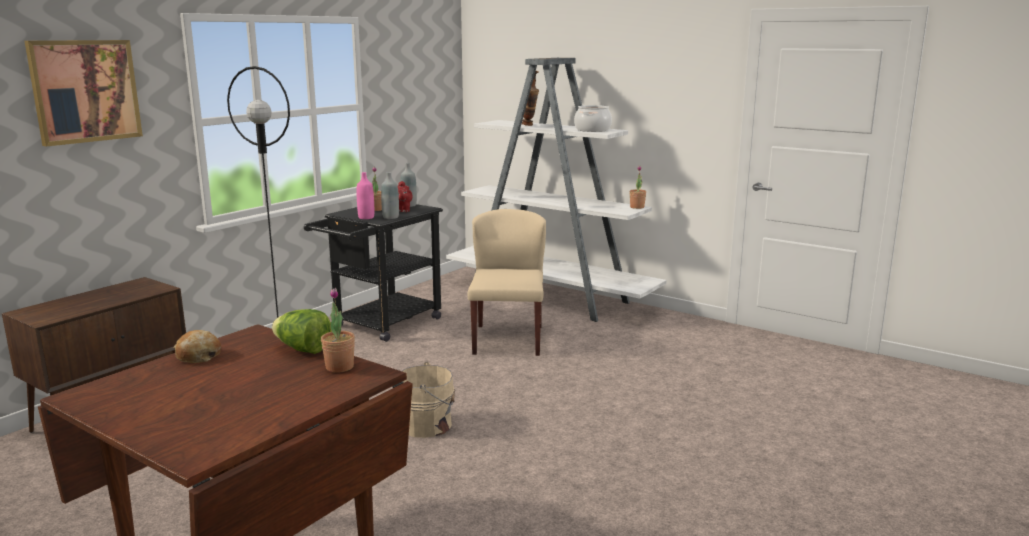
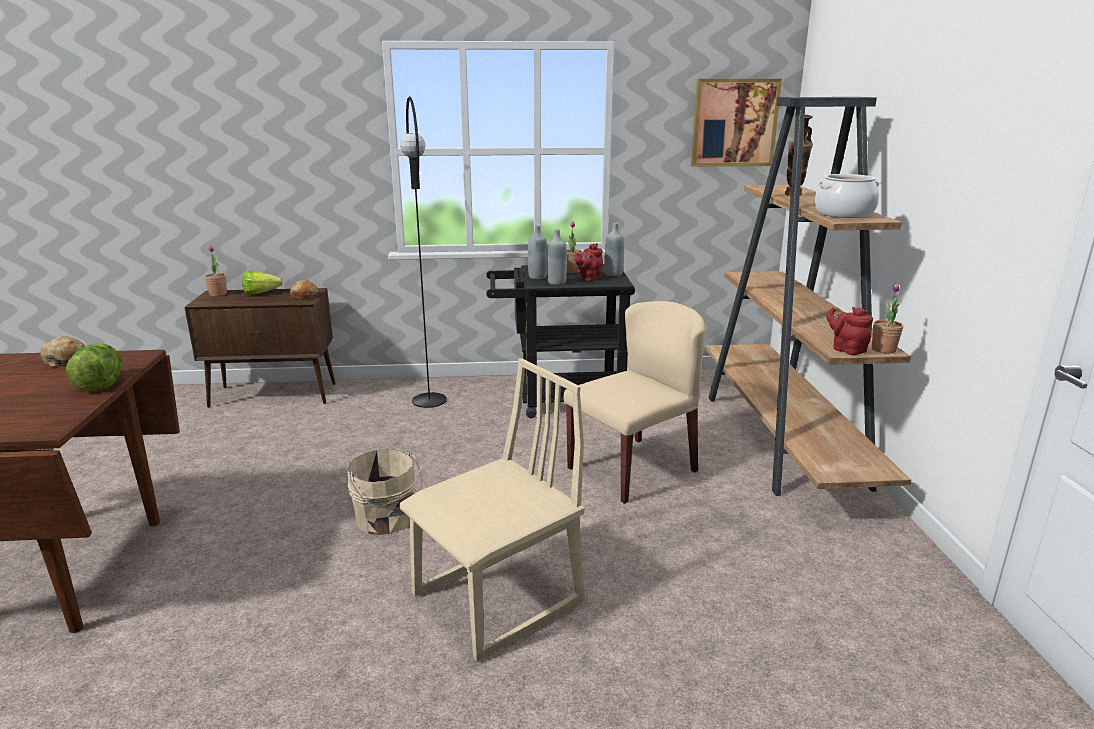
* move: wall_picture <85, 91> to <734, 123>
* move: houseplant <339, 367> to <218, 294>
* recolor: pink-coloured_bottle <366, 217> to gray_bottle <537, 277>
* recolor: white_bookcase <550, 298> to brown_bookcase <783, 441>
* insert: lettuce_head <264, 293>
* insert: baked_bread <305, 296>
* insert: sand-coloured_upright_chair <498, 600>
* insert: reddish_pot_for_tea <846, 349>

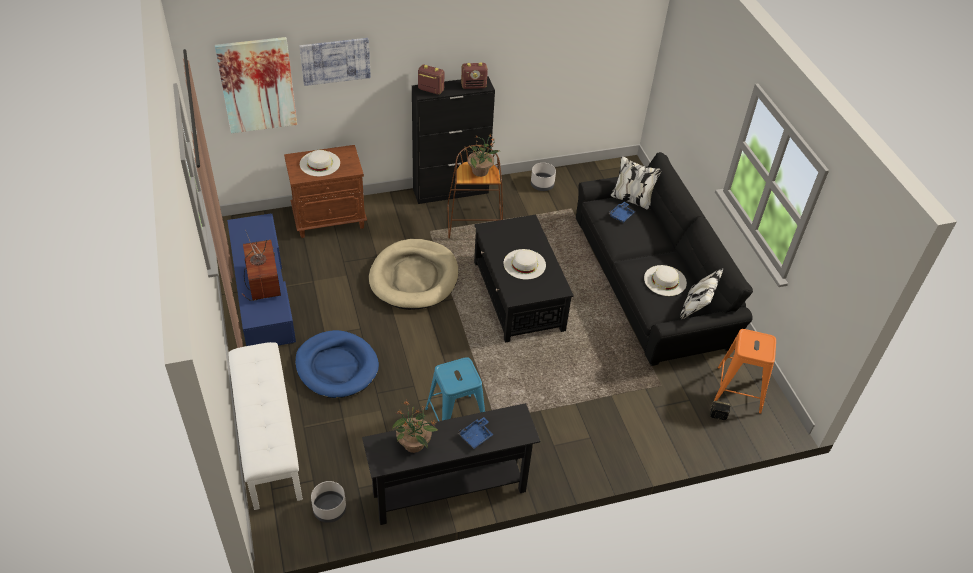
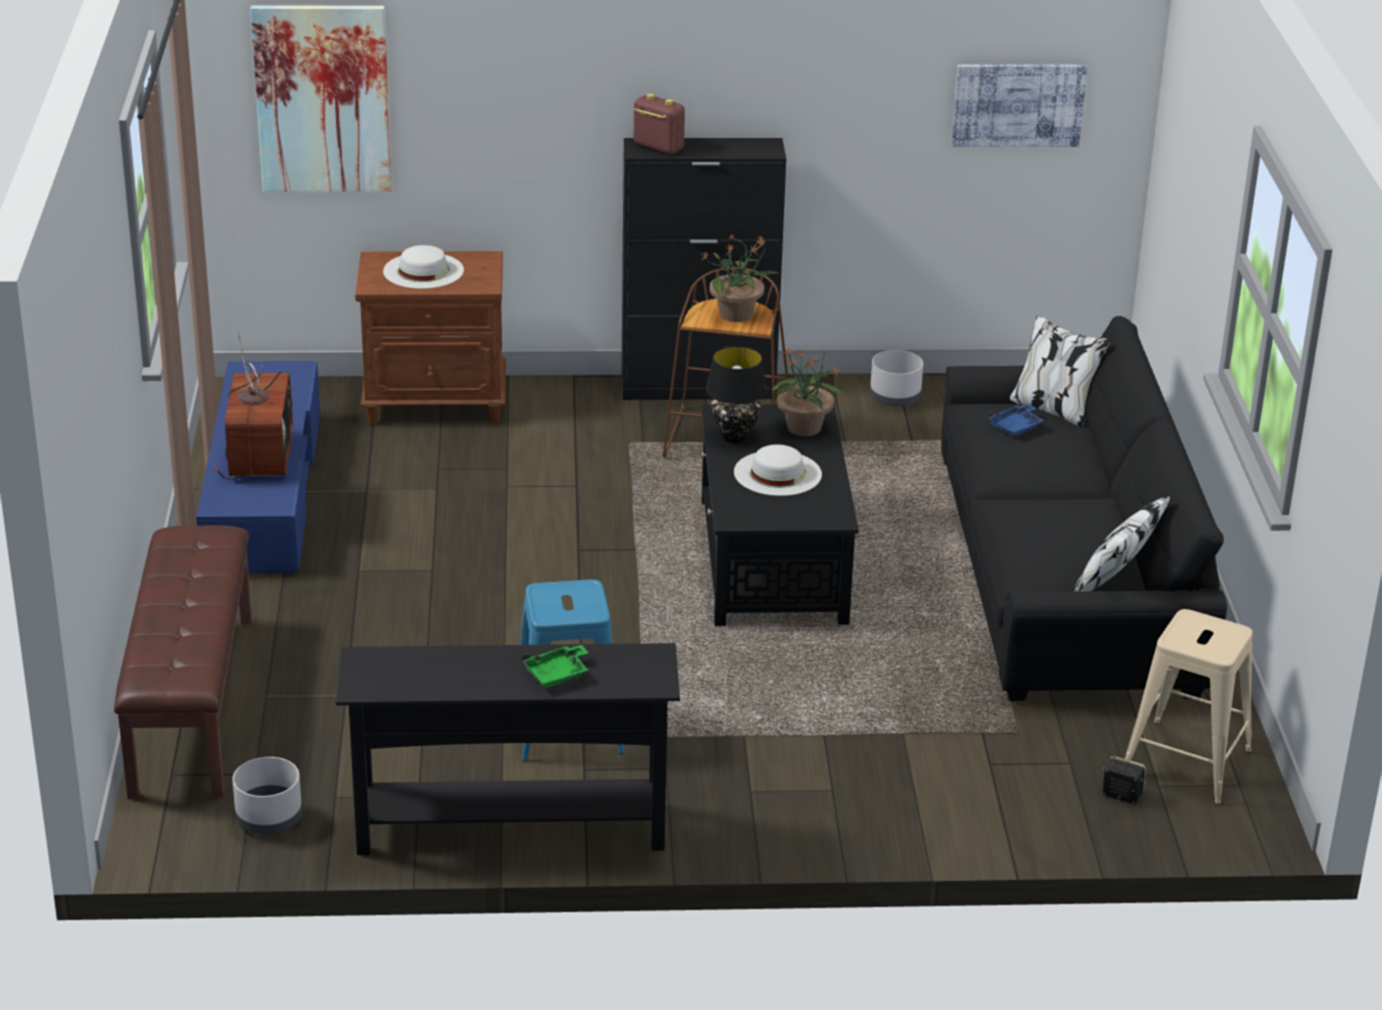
* recolor: white_bench <267, 439> to brown_bench <191, 704>
* delete: blue_dog_bed <337, 366>
* move: wall_picture <335, 61> to <1018, 104>
* delete: sand-coloured_dog_bed <414, 277>
* move: houseplant <414, 444> to <804, 428>
* recolor: blue_serving_tray <476, 436> to greenish_serving_tray <557, 674>
* delete: radio_set <474, 86>
* delete: white_hat <665, 280>
* recolor: orange-coloured_stool_seat <738, 389> to sand-coloured_stool_seat <1186, 761>
* insert: blackish_tabletop_lamp <734, 437>

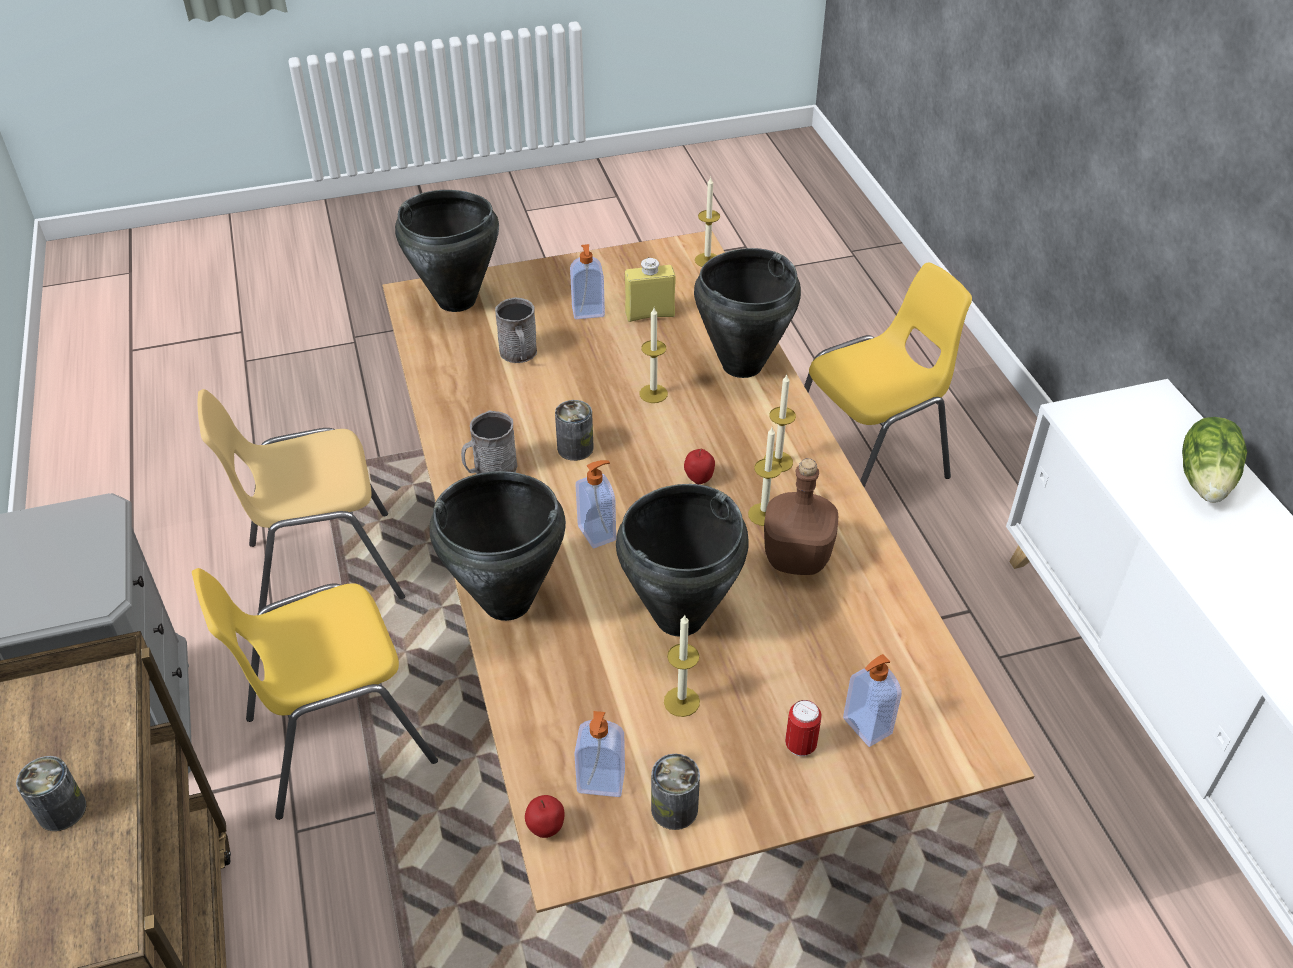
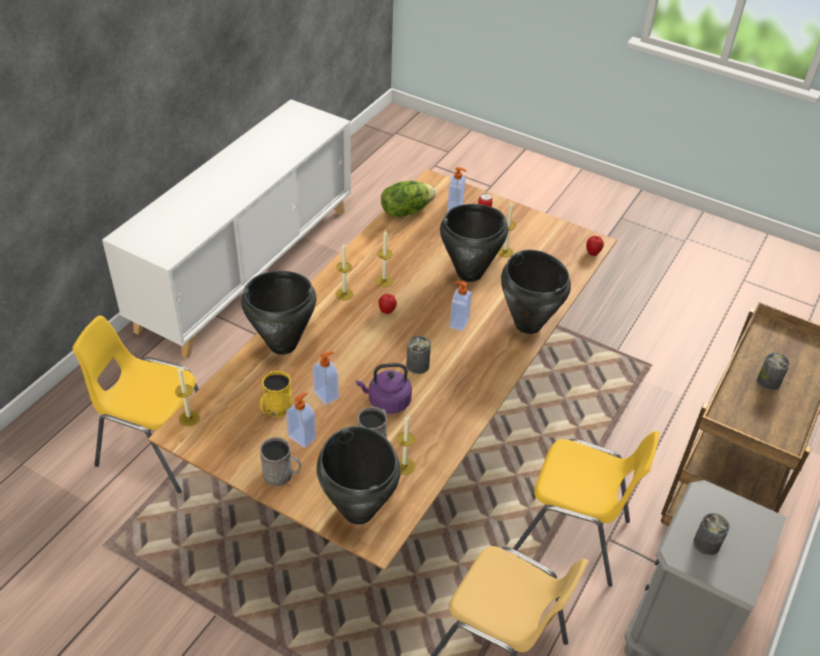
* move: gray_mug <490, 470> to <282, 475>
* move: soap_dispenser <601, 783> to <327, 395>
* replace: yellow_bottle <650, 314> to yellow_mug <275, 408>
* move: candle <653, 393> to <404, 466>
* move: sealed_can <674, 808> to <706, 543>
* delete: brown_bottle <795, 558>
* move: lettuce_head <1206, 480> to <406, 211>
* insert: purplish_water_kettle <387, 402>

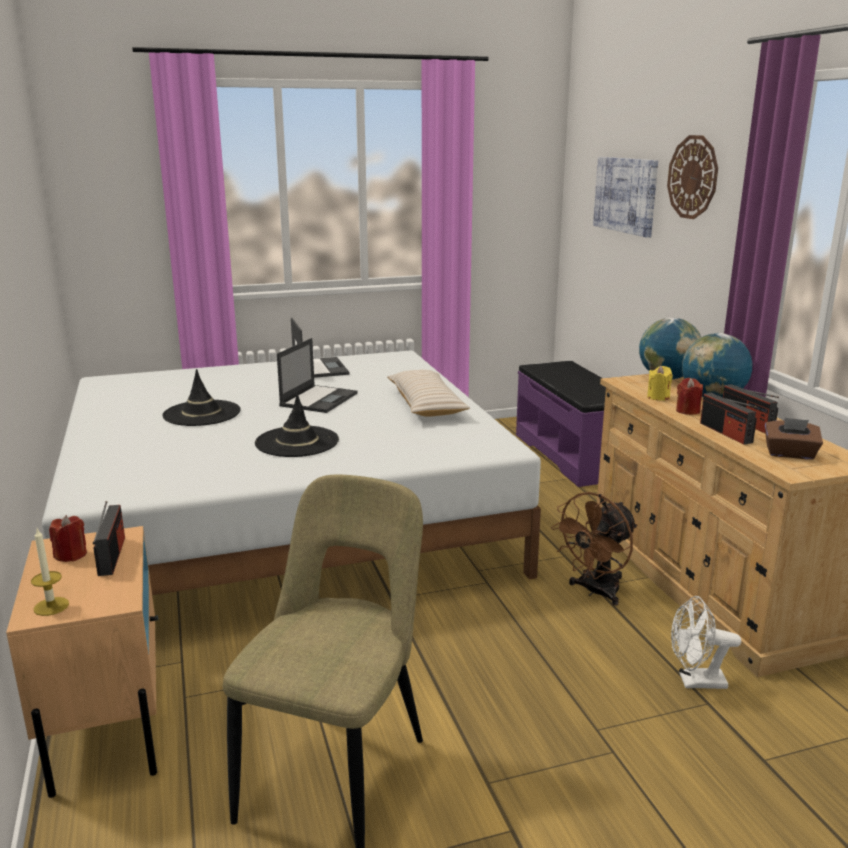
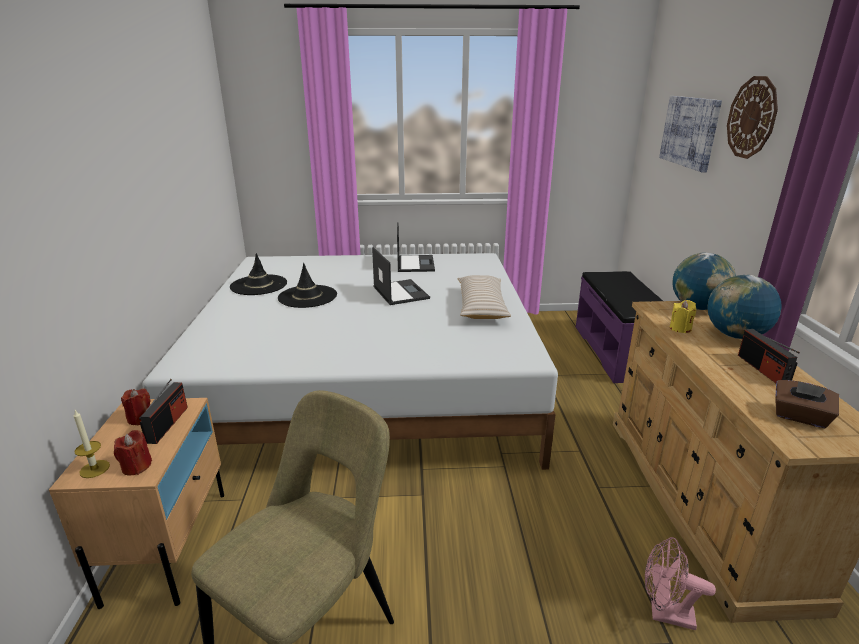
* move: blackish_hat <297, 442> to <259, 285>
* rotate: laptop <319, 399> = <400, 292> 60 degrees counterclockwise
* delete: brown_cooling_fan <595, 592>
* recolor: white_cooling_fan <695, 682> to pink-coloured_cooling_fan <664, 614>
* move: reddish_candle <687, 411> to <136, 466>
* delete: radio_set <725, 432>

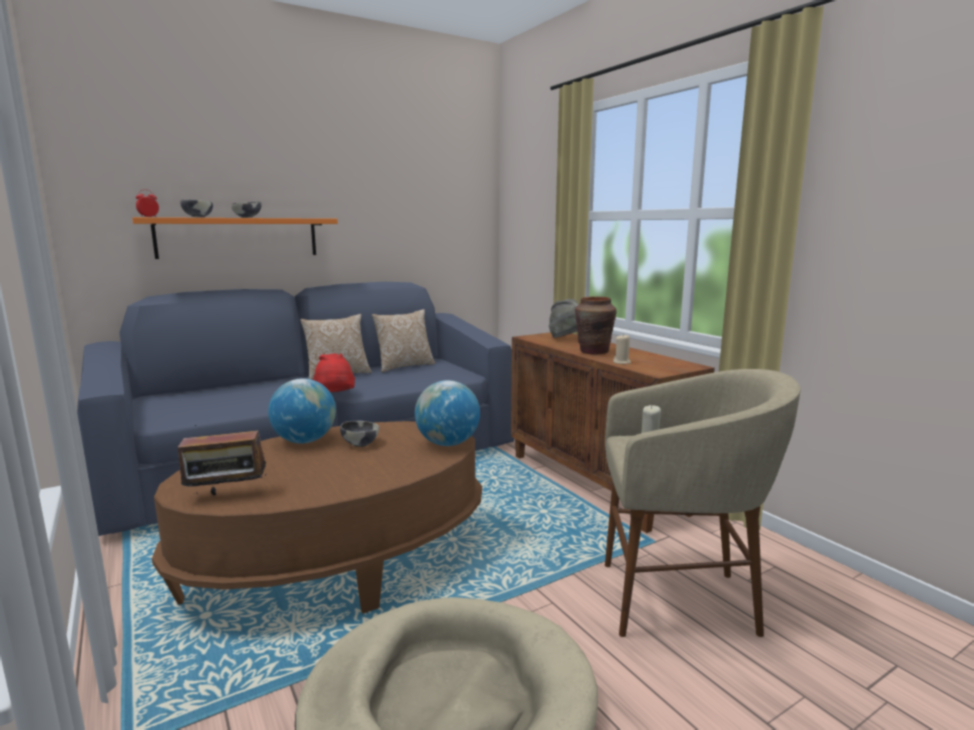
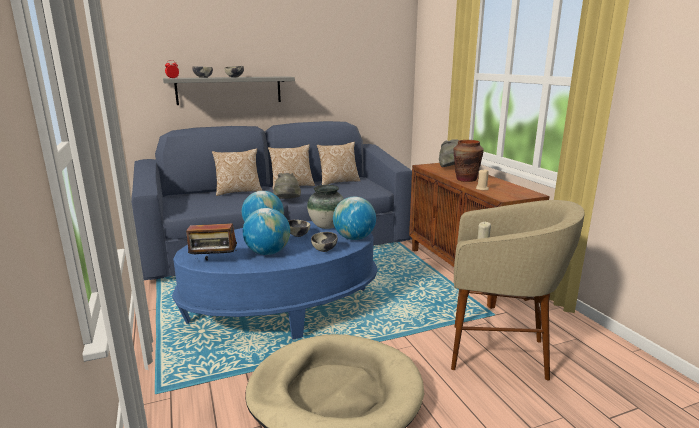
* recolor: orange-coloured_wall_shelf <238, 237> to gray_wall_shelf <229, 90>
* recolor: brown_lounge_table <339, 562> to blue_lounge_table <282, 308>
* recolor: reddish_hat <334, 396> to gray_hat <287, 201>
* insert: cushion <238, 192>
* insert: desk_globe <267, 253>
* insert: decorative_vase <326, 226>
* insert: bowl <324, 250>

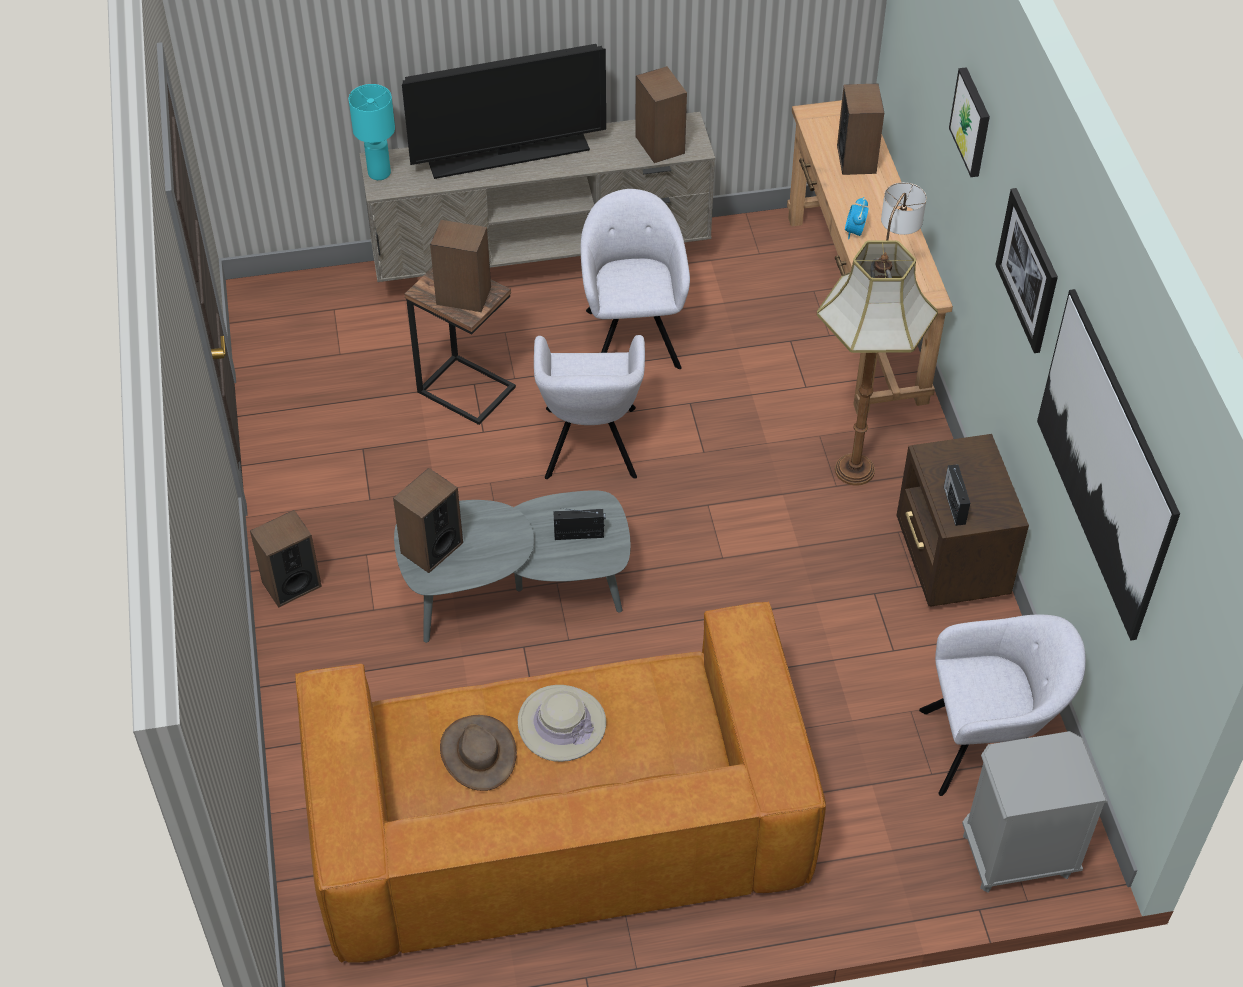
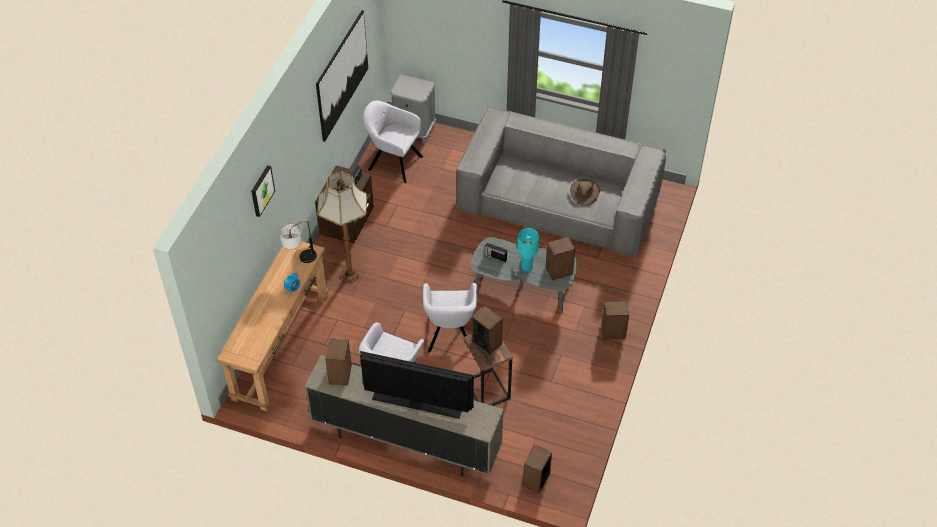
* recolor: brown_couch <558, 823> to gray_couch <559, 203>
* move: turquoise-coloured_tabletop_lamp <379, 172> to <526, 267>
* delete: sand-coloured_hat <561, 724>
* rotate: gray_lounge_chair <590, 446> = <450, 335> 150 degrees clockwise
* move: speaker <856, 159> to <536, 479>
* delete: wall_picture <1028, 270>

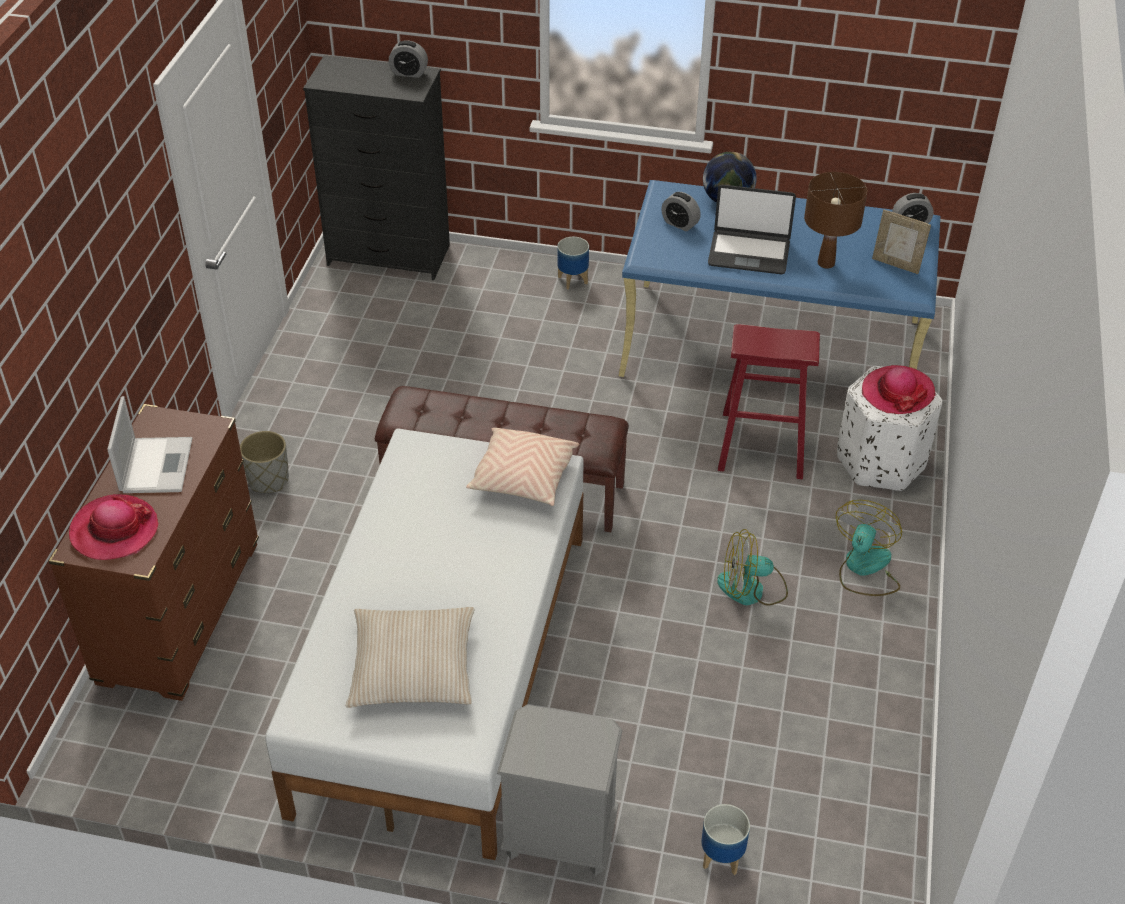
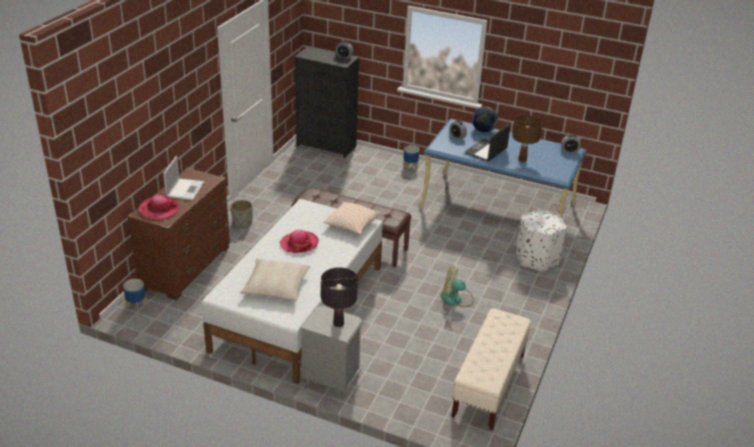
* move: plant_pot <721, 858> to <136, 305>
* rotate: laptop <749, 253> = <486, 151> 105 degrees clockwise
* delete: reddish_stool_seat <761, 445>
* delete: cooling_fan <864, 568>
* move: hat <897, 392> to <299, 243>
* delete: photo_frame <896, 264>
* insert: blackish_tabletop_lamp <338, 323>
* insert: sand-coloured_bench <488, 385>

